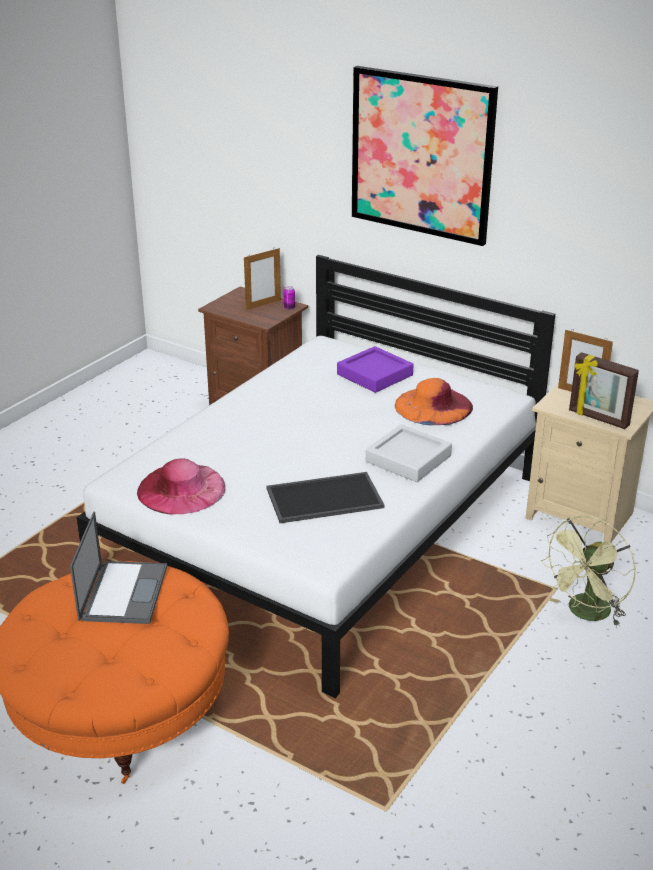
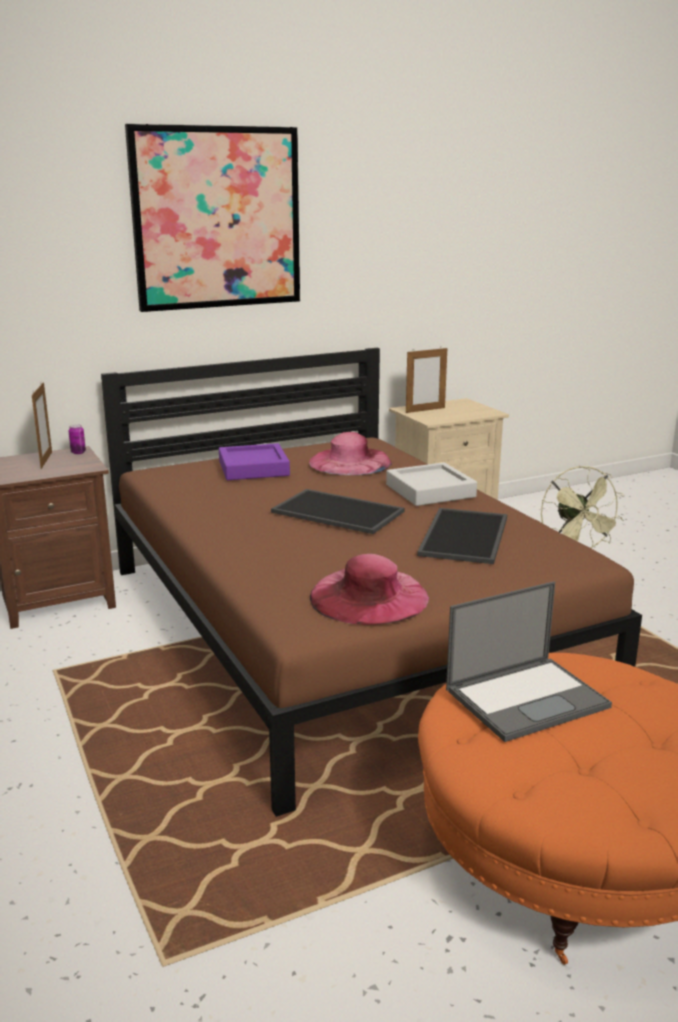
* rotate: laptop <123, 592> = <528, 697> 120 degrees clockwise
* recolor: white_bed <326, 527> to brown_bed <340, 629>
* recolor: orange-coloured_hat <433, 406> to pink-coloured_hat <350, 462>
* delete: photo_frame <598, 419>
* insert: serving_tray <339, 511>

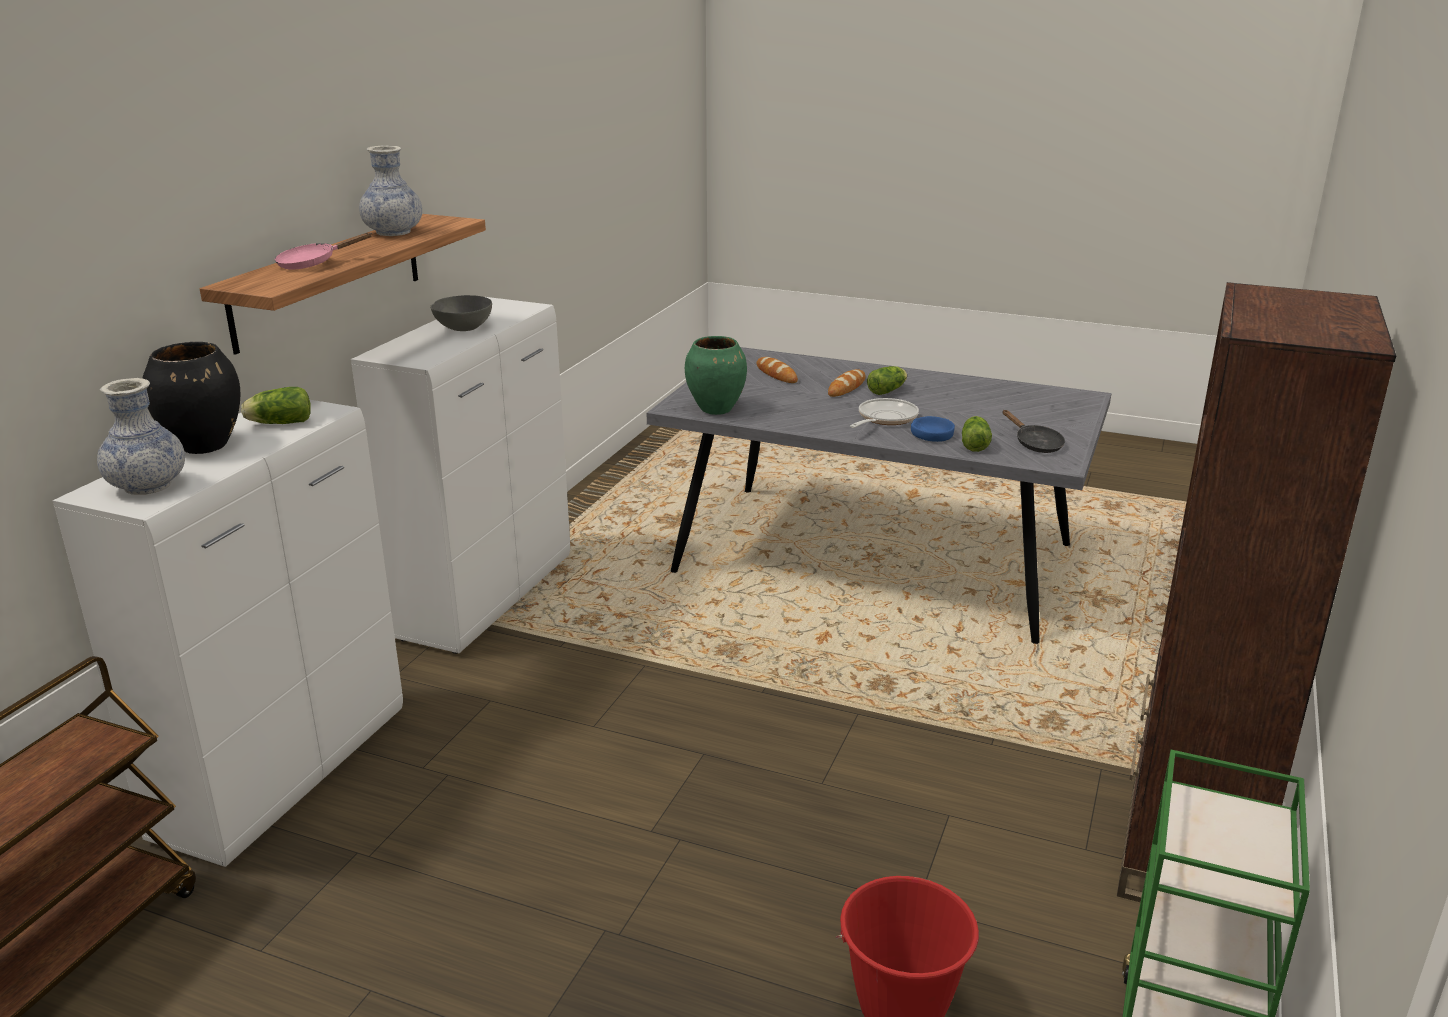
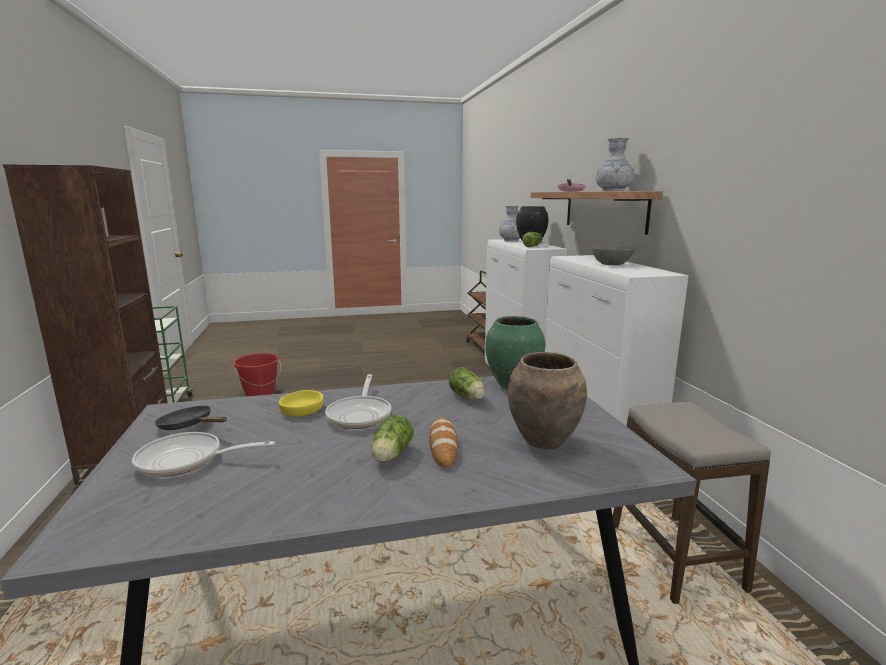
* replace: baked_bread <776, 374> to brown_decorative_vase <544, 441>
* recolor: blue_bowl <931, 435> to yellow_bowl <302, 409>
* move: lettuce_head <974, 444> to <468, 397>
* insert: frying_pan <187, 460>
* insert: stool_seat <674, 556>

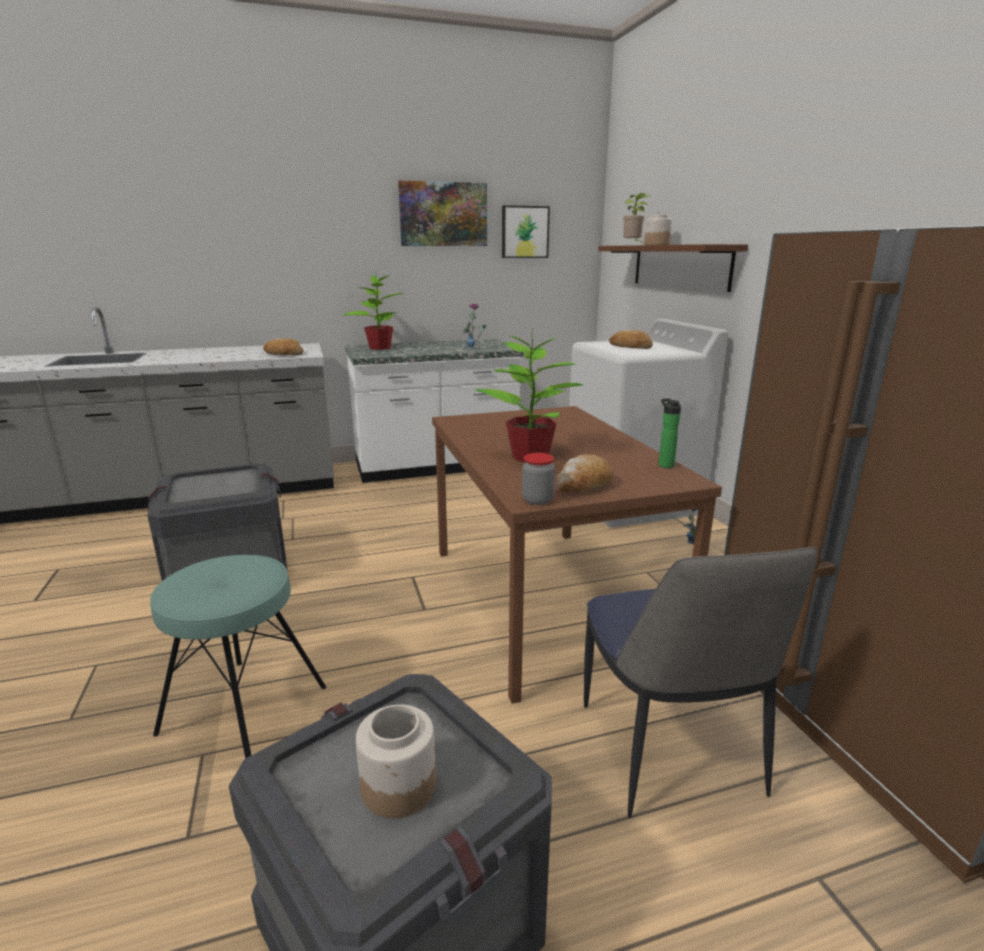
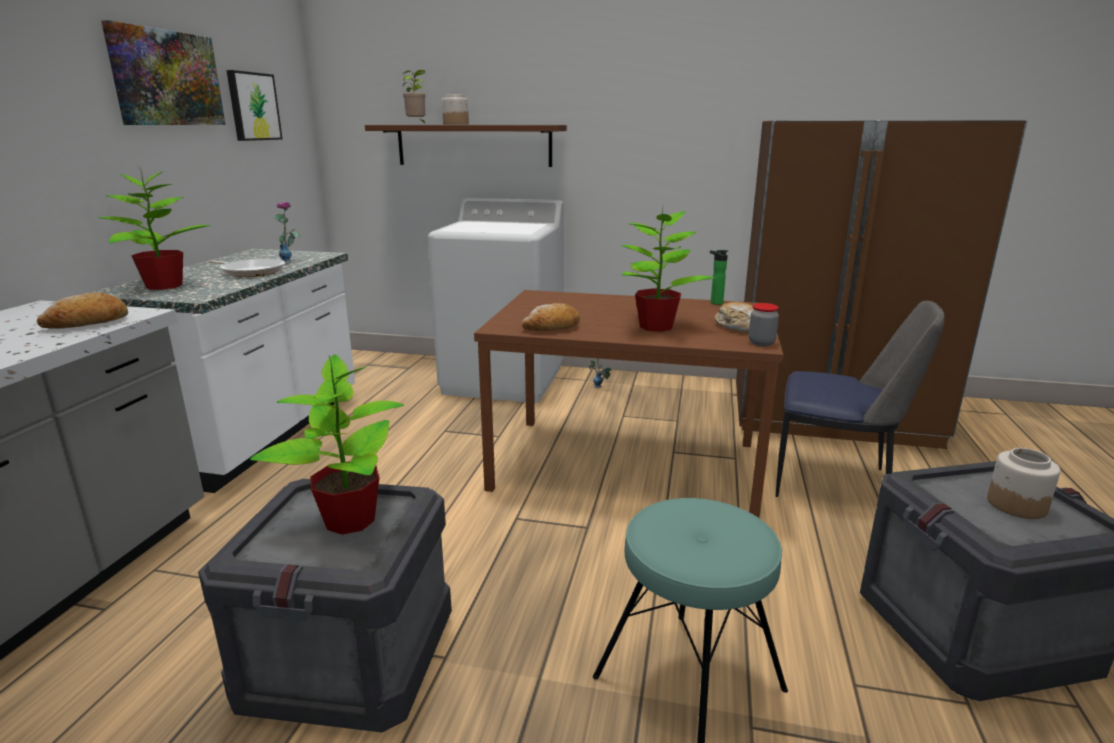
* move: baked_bread <630, 347> to <552, 328>
* insert: frying_pan <251, 271>
* insert: houseplant <349, 519>

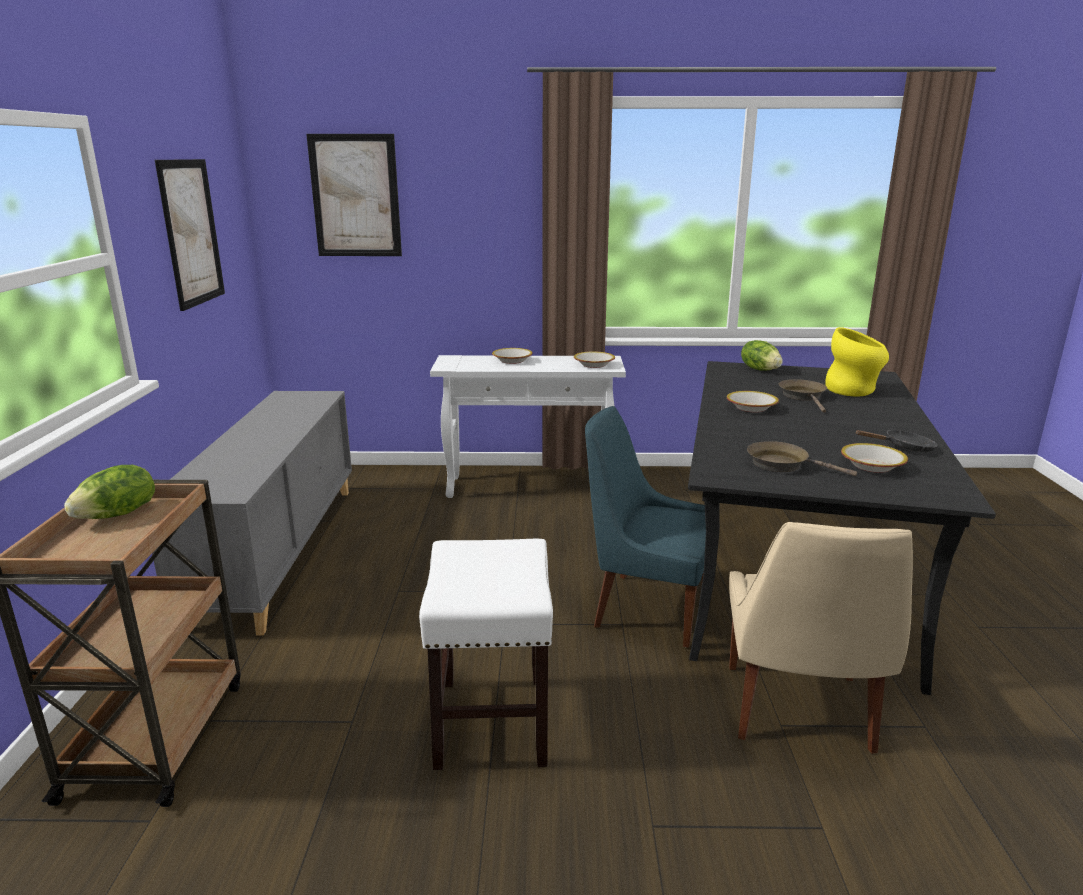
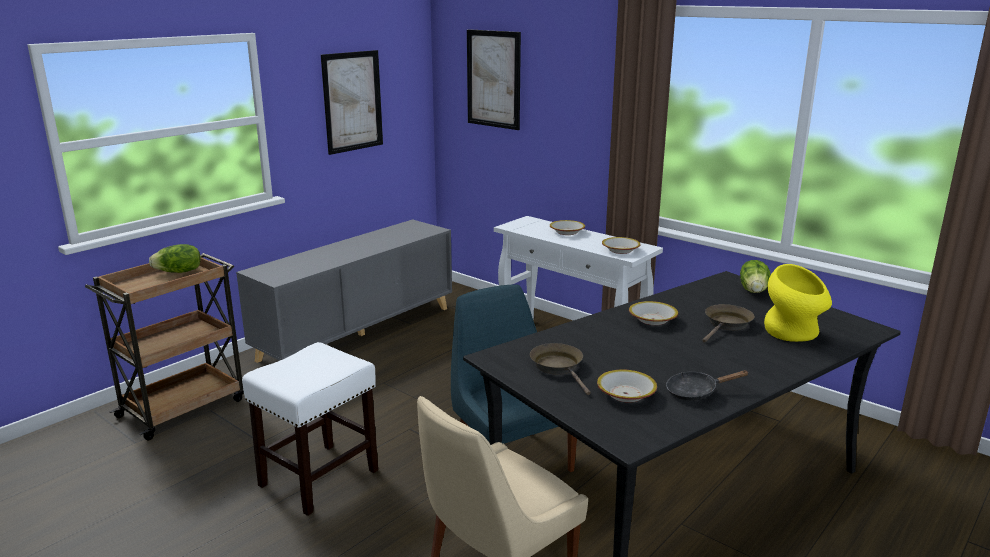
* rotate: blackish_frying_pan <903, 448> = <696, 392> 135 degrees clockwise

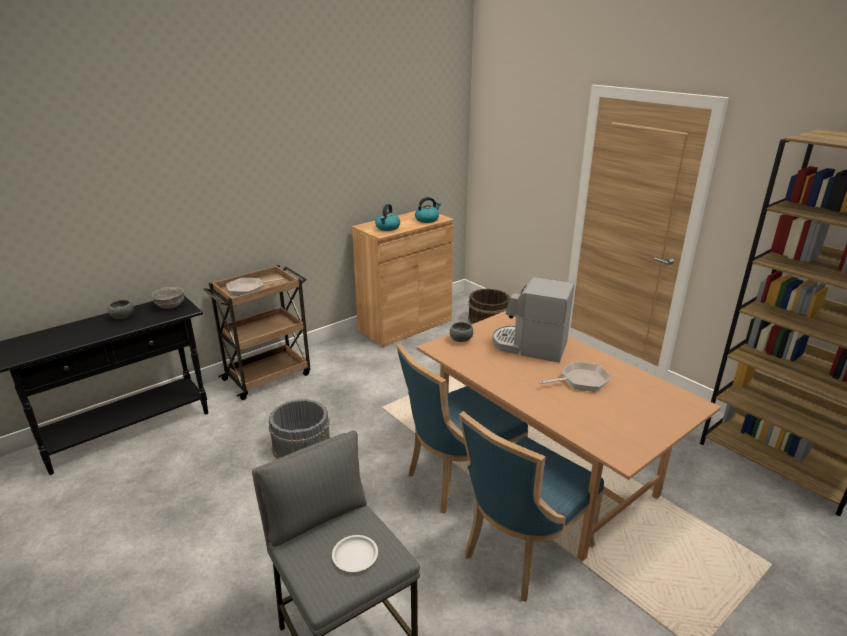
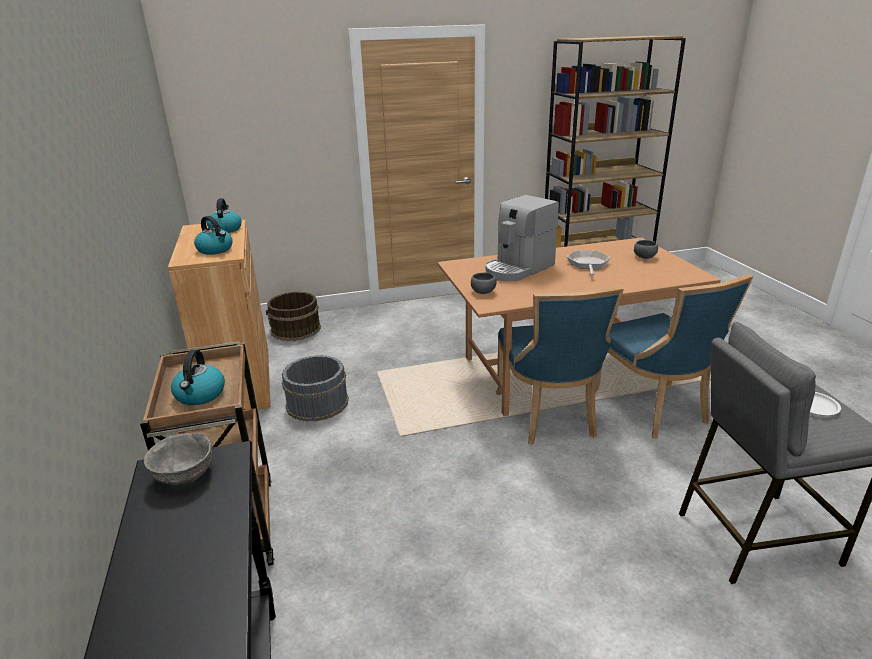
* move: gray_bowl <123, 317> to <644, 257>
* replace: frying_pan <248, 289> to water_kettle <200, 395>
* move: gray_bucket <302, 445> to <317, 403>

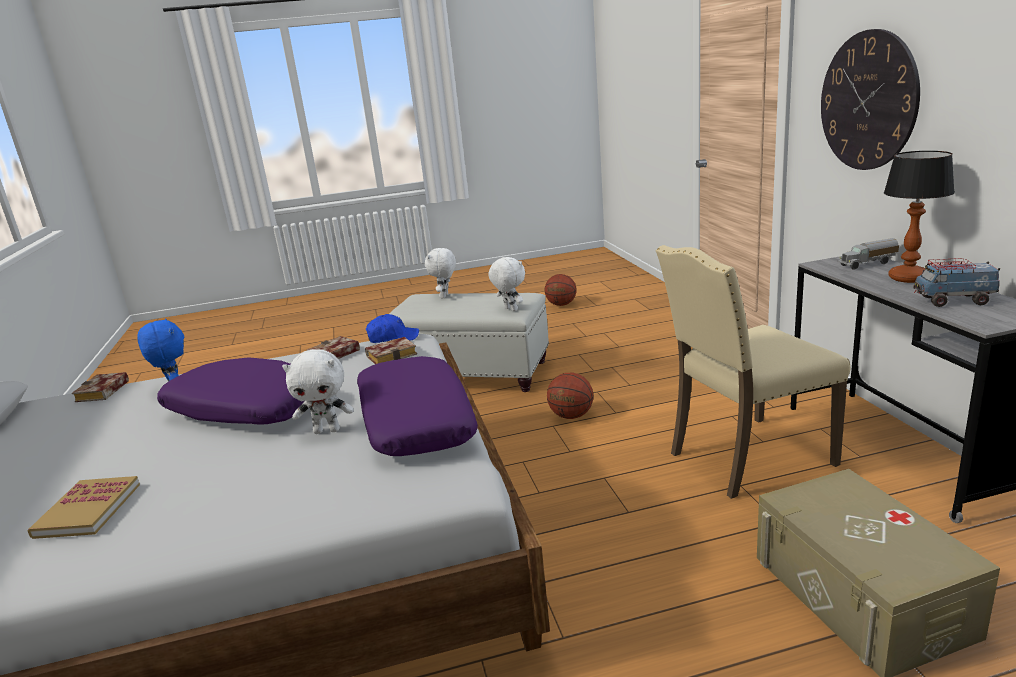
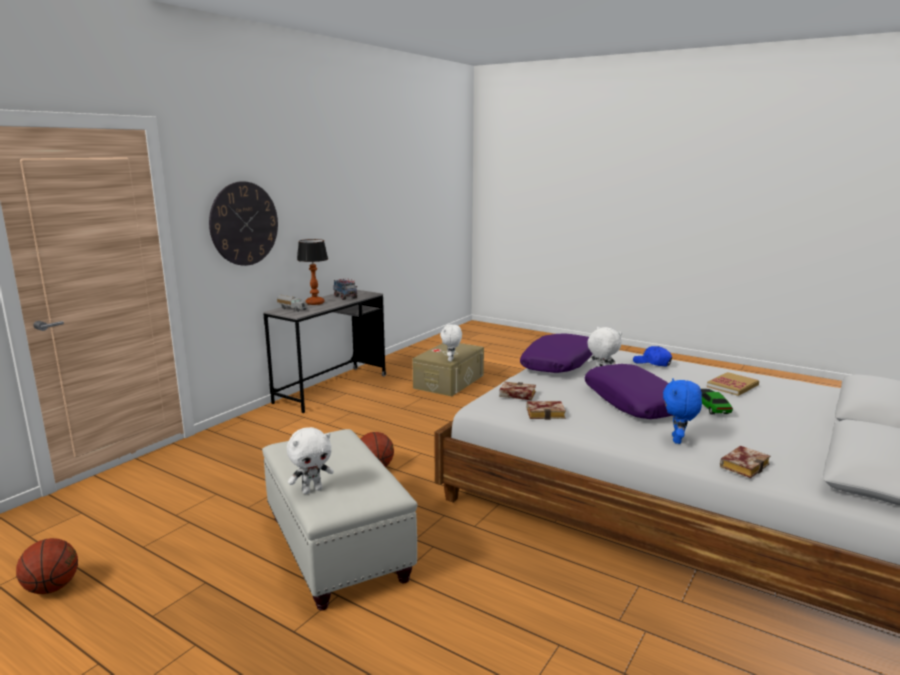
* move: blue_cap <393, 338> to <652, 363>
* move: white_plush_toy <510, 309> to <451, 360>
* delete: sand-coloured_upright_chair <746, 458>
* insert: model_car <711, 407>

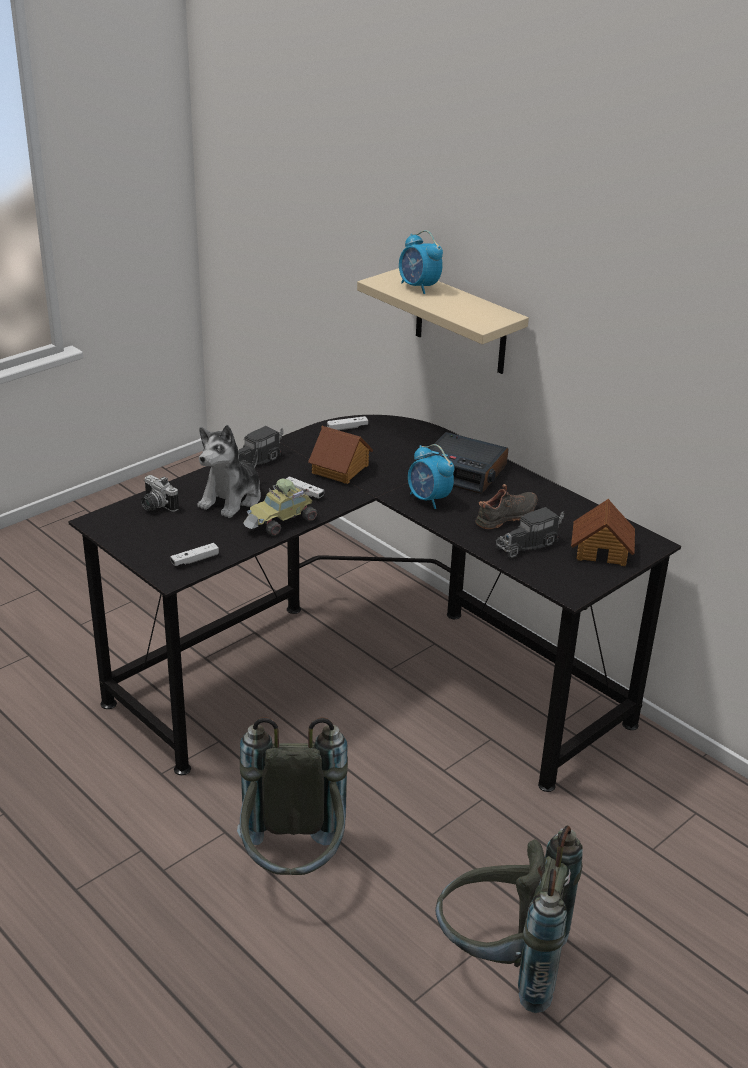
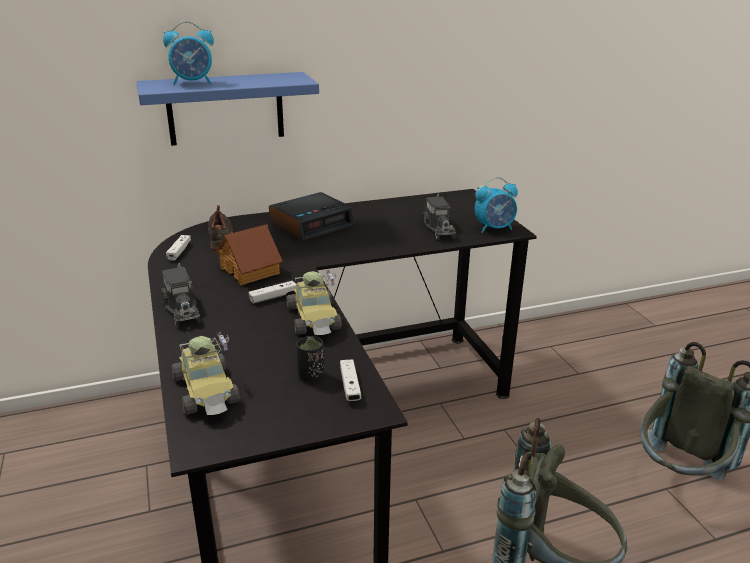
* replace: still_camera <155, 506> to model_car <208, 391>
* delete: plush_toy <232, 499>
* recolor: sand-coloured_wall_shelf <461, 322> to blue_wall_shelf <225, 108>
* move: bedside_clock <428, 499> to <494, 228>
* move: blackish_shoe <507, 517> to <221, 236>
* delete: toy_house <602, 550>
* insert: blackish_drinking_cup <311, 375>

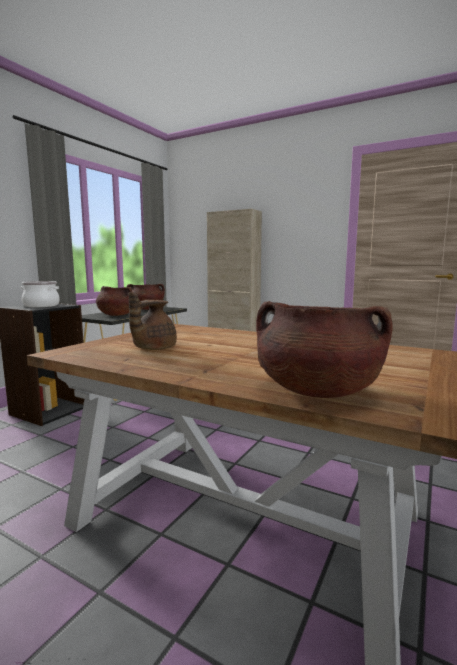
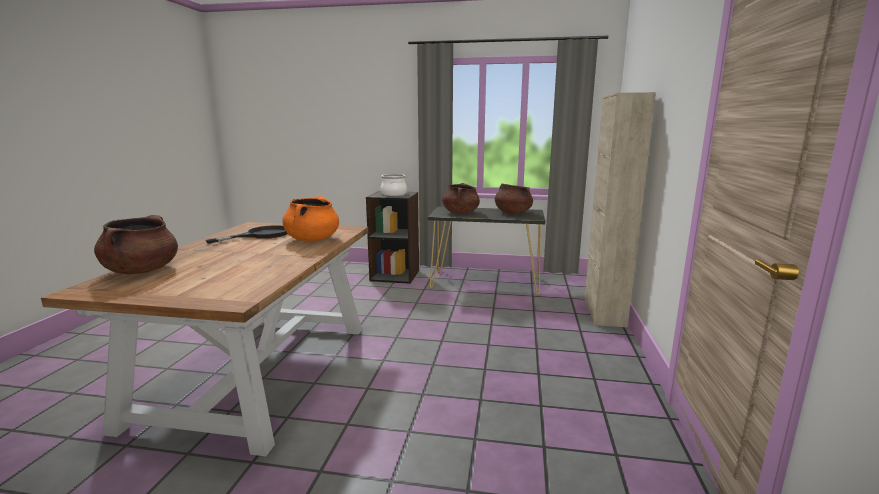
* replace: brown_pot_for_tea <152, 348> to blackish_frying_pan <261, 235>
* insert: orange-coloured_cooking_pot <312, 239>

